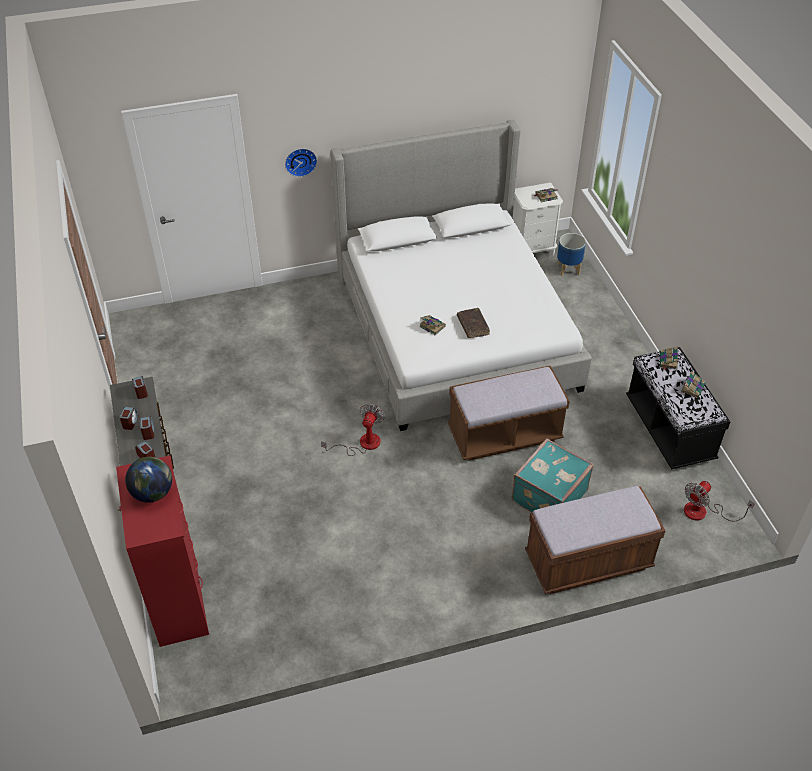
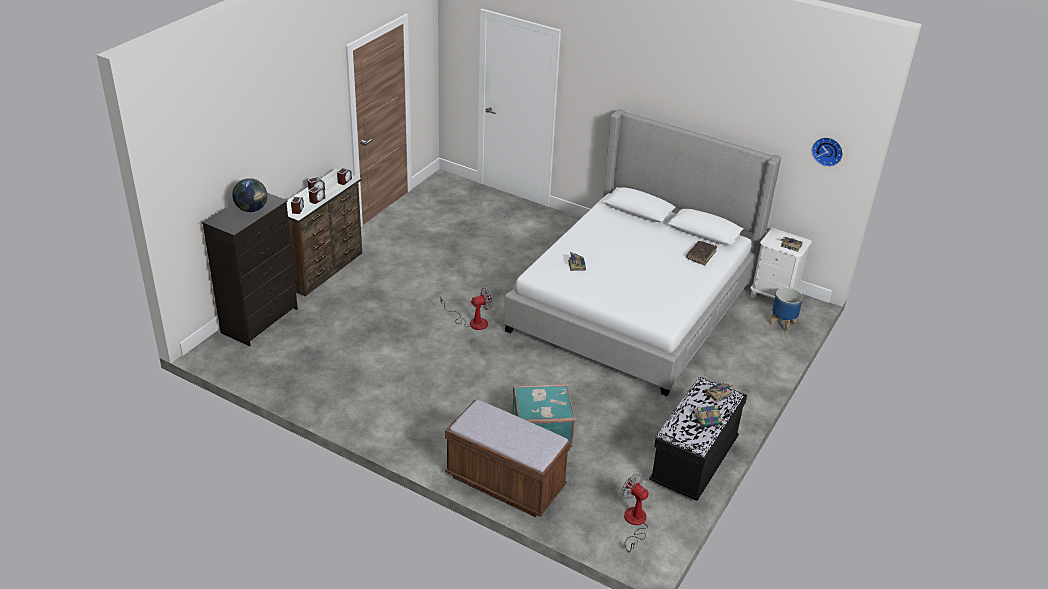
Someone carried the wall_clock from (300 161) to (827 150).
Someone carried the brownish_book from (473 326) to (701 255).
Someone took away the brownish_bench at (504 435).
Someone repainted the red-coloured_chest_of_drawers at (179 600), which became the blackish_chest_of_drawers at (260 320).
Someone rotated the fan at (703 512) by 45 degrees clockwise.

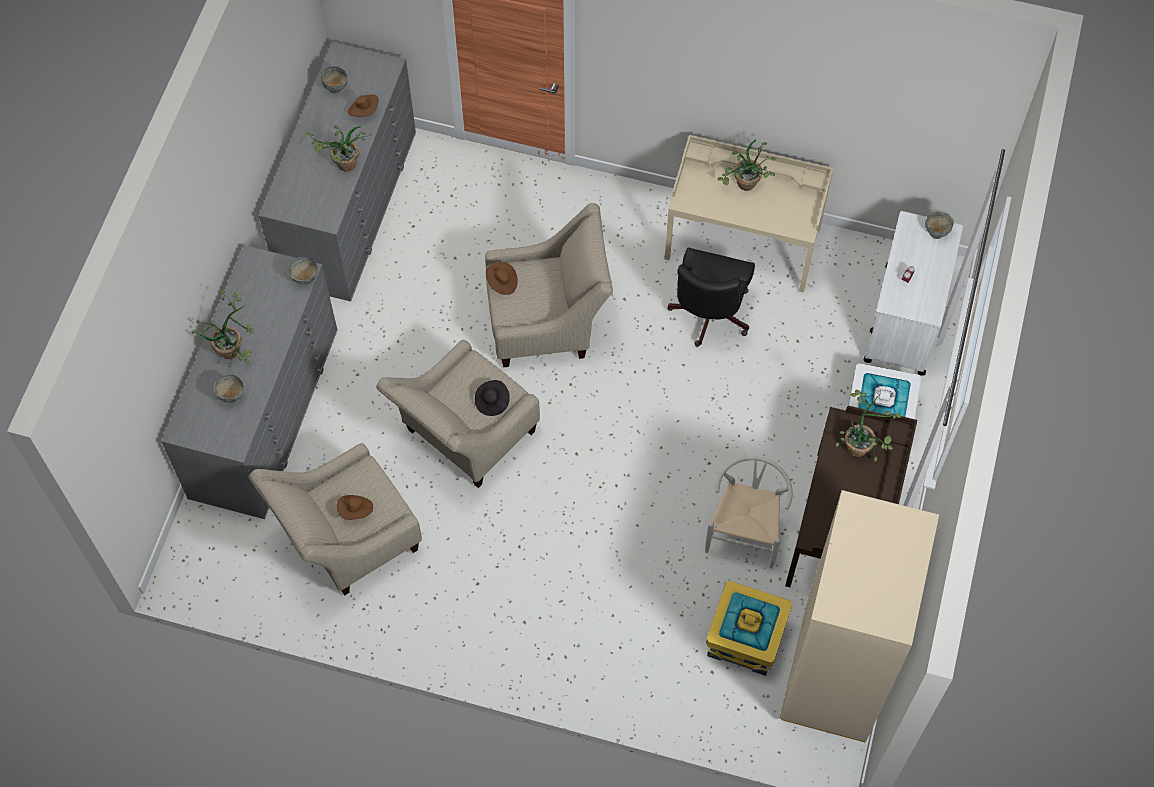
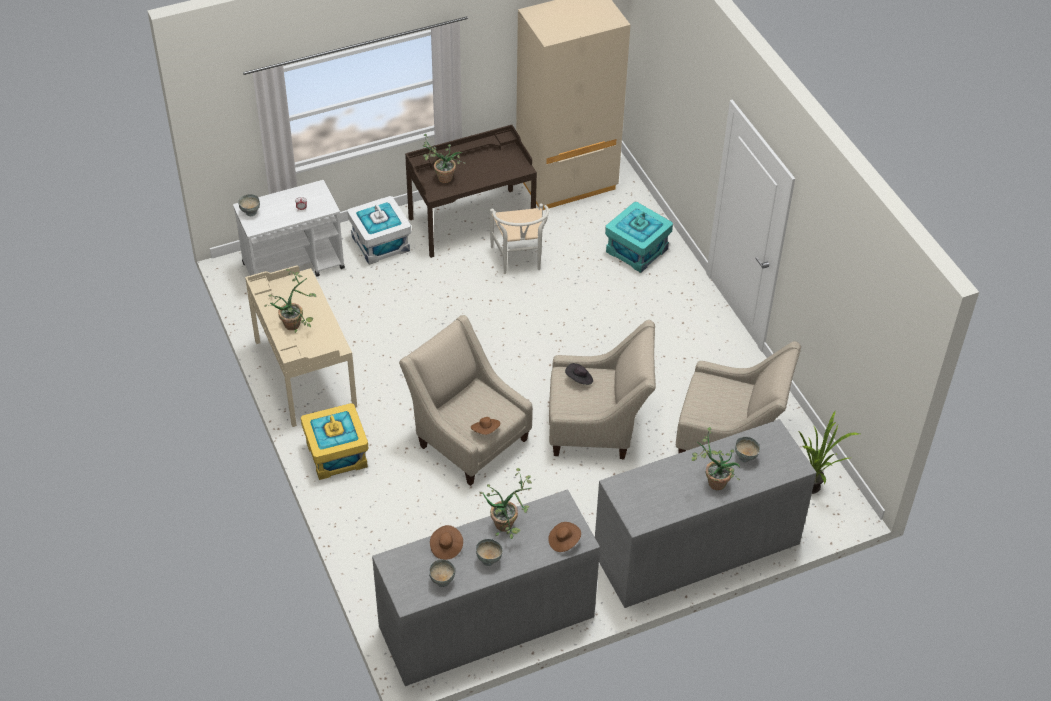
Someone took away the blackish_computer_chair at (708 316).
Someone carried the gray_deep_dish from (305 279) to (489 560).
Someone rotated the whitish_chair at (745 532) by 75 degrees counterclockwise.
Someone carried the brownish_wearable_hat from (356 510) to (563 541).
Someone carried the yellow_storage_box from (746 637) to (336 455).
Someone put down the turquoise-coloured_storage_box at (636 250).
Someone put down the houseplant at (814 490).

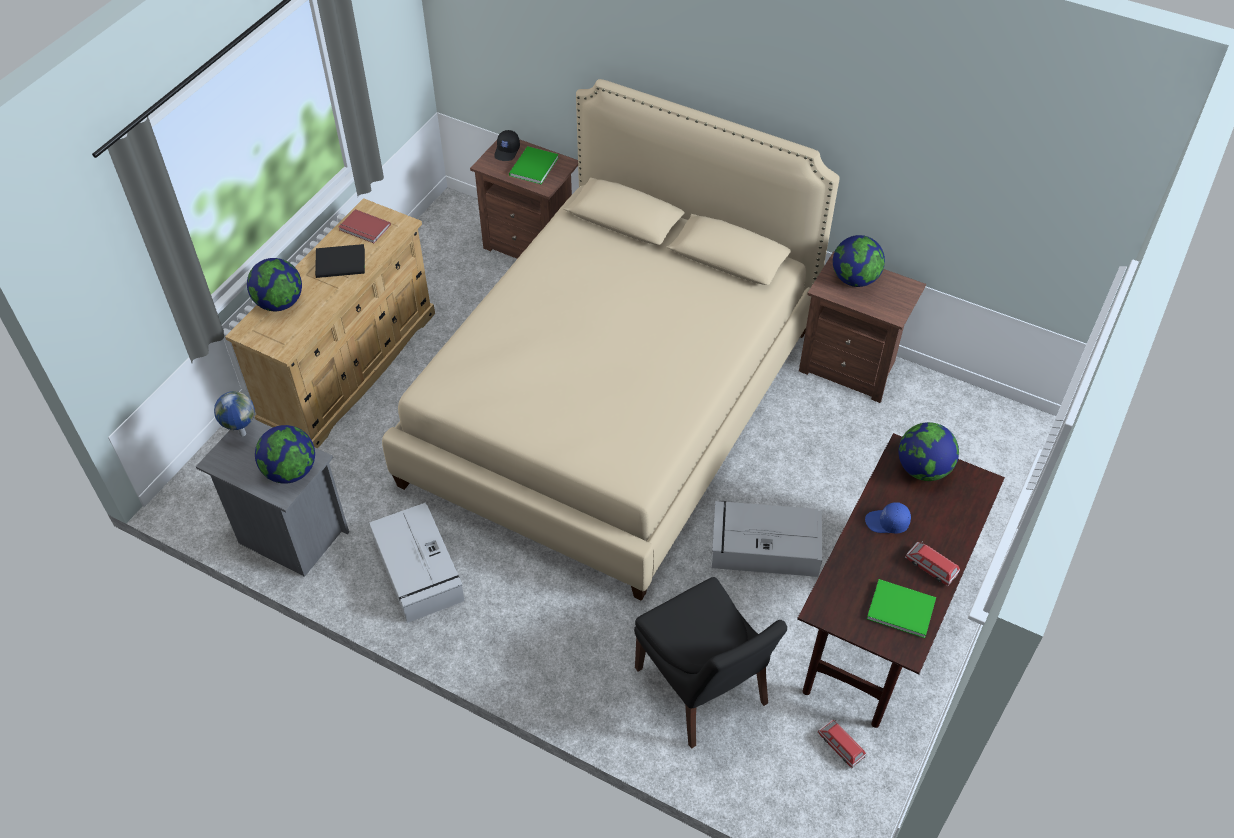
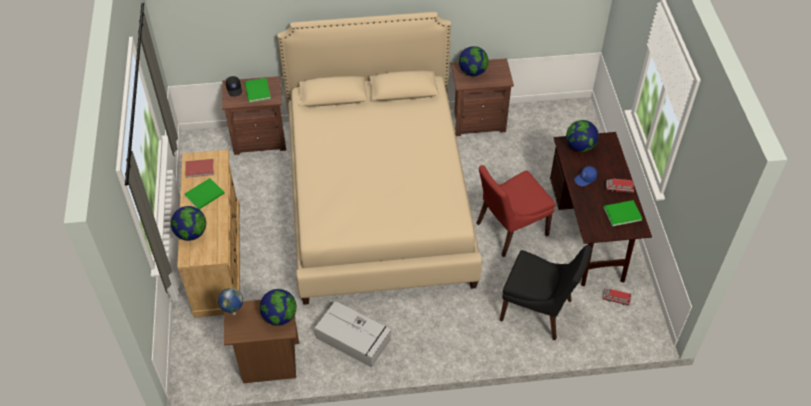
Someone repainted the blackish_book at (342 263), which became the green_book at (206 194).
Someone repainted the gray_bedside_table at (290 536), which became the brownish_bedside_table at (268 363).
Someone swapped the gray_storage_box at (763 547) for the red-coloured_chair at (510 230).

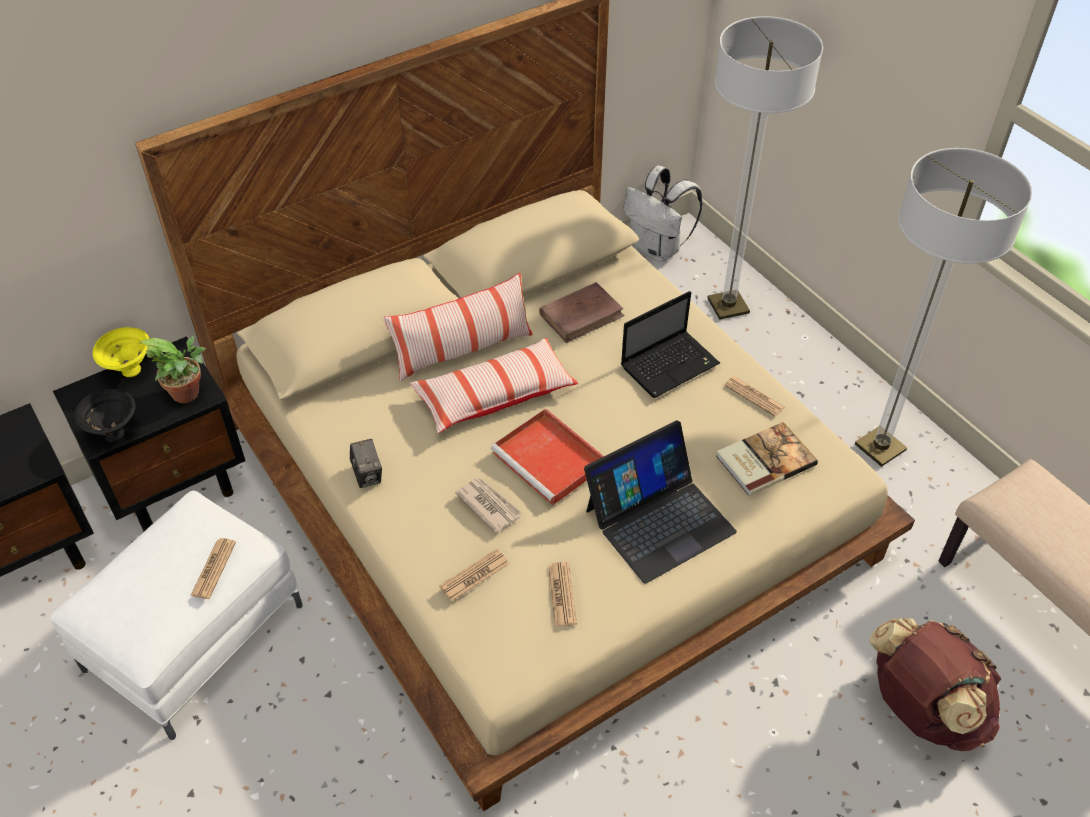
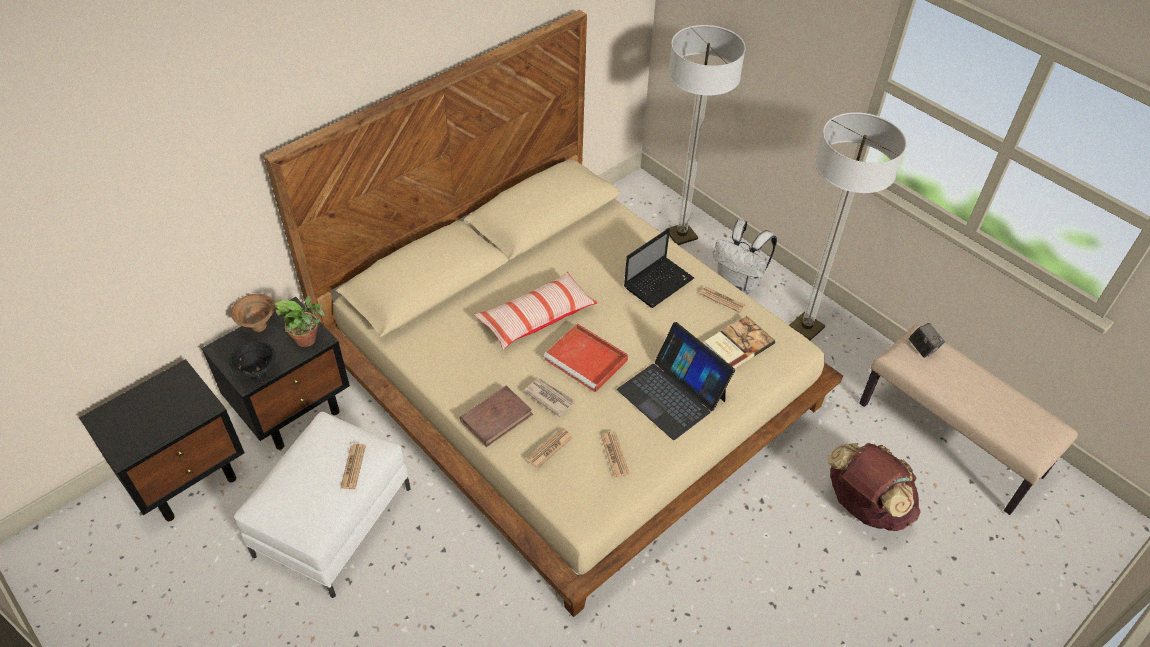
Someone carried the whitish_rucksack from (658 249) to (738 283).
Someone took away the pillow at (462 351).
Someone carried the brownish_book from (581 315) to (496 417).
Someone repainted the yellow_deep_dish at (131 372), which became the brownish_deep_dish at (259 327).
Someone rotated the portable_computer at (659 520) by 90 degrees clockwise.
Someone carried the photo_camera from (368 475) to (922 348).

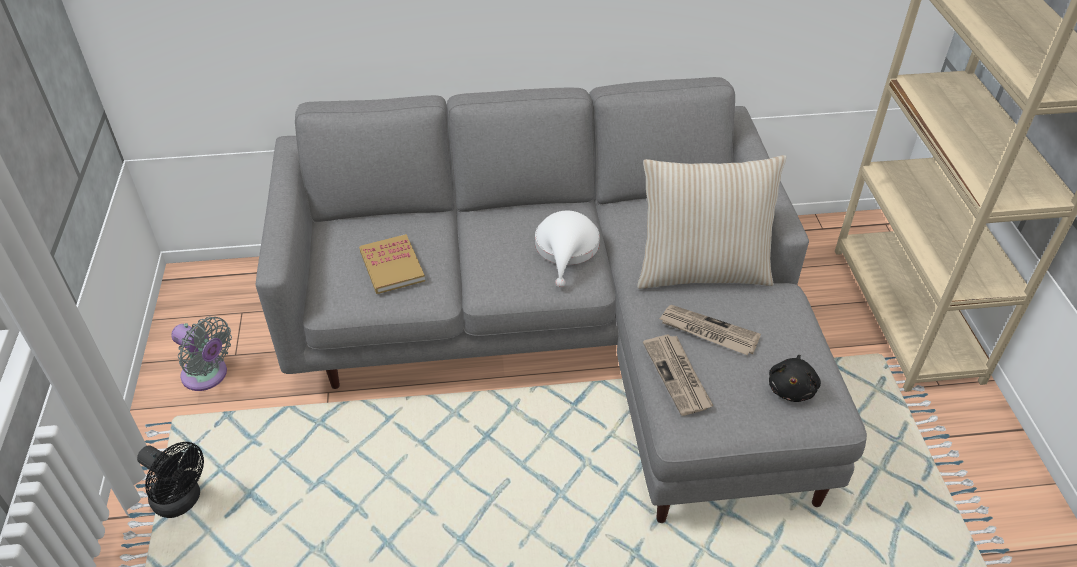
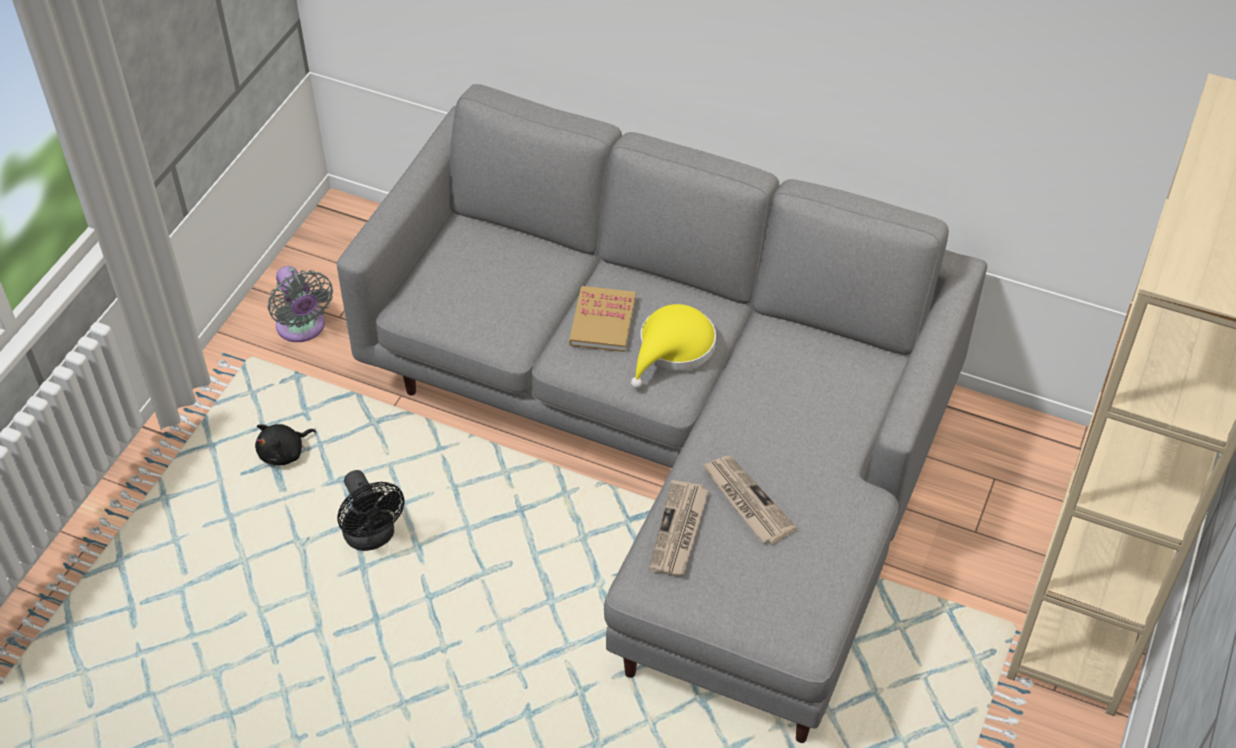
Someone took away the beige-coloured_pillow at (701 271).
Someone repainted the whitish_wearable_hat at (566 249), which became the yellow_wearable_hat at (673 349).
Someone carried the book from (392 266) to (602 321).
Someone carried the blackish_soft_toy from (791 388) to (284 453).
Someone carried the blackish_fan from (182 501) to (372 537).

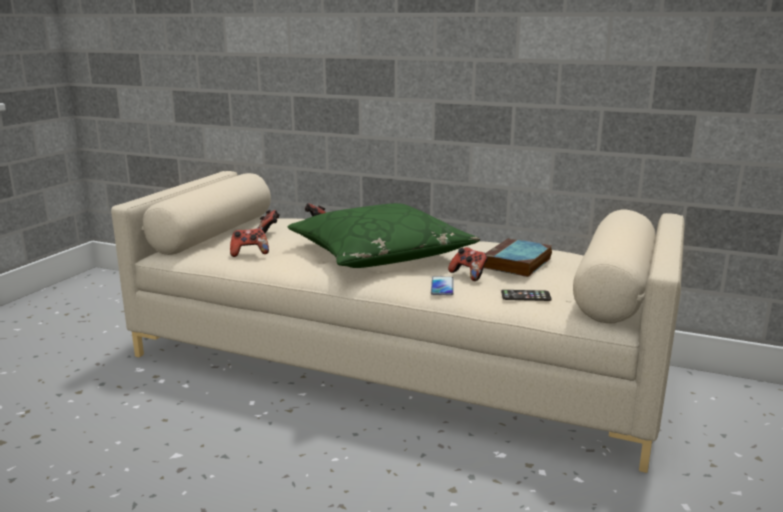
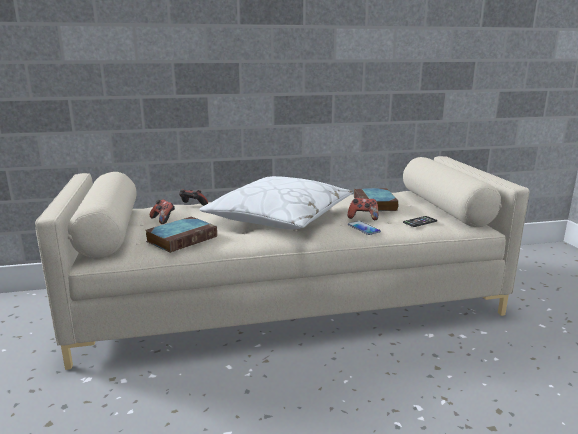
Someone repainted the green_pillow at (380 254), which became the whitish_pillow at (279 217).
Someone swapped the game_controller at (249 253) for the book at (182 238).

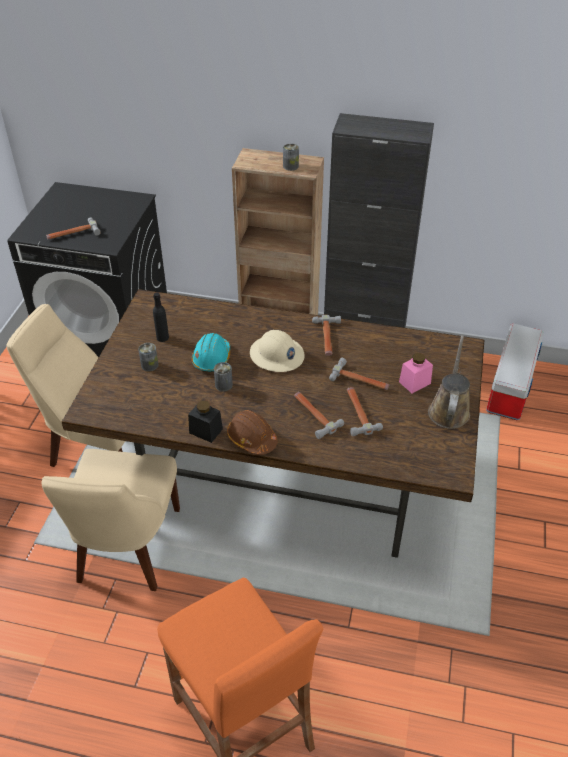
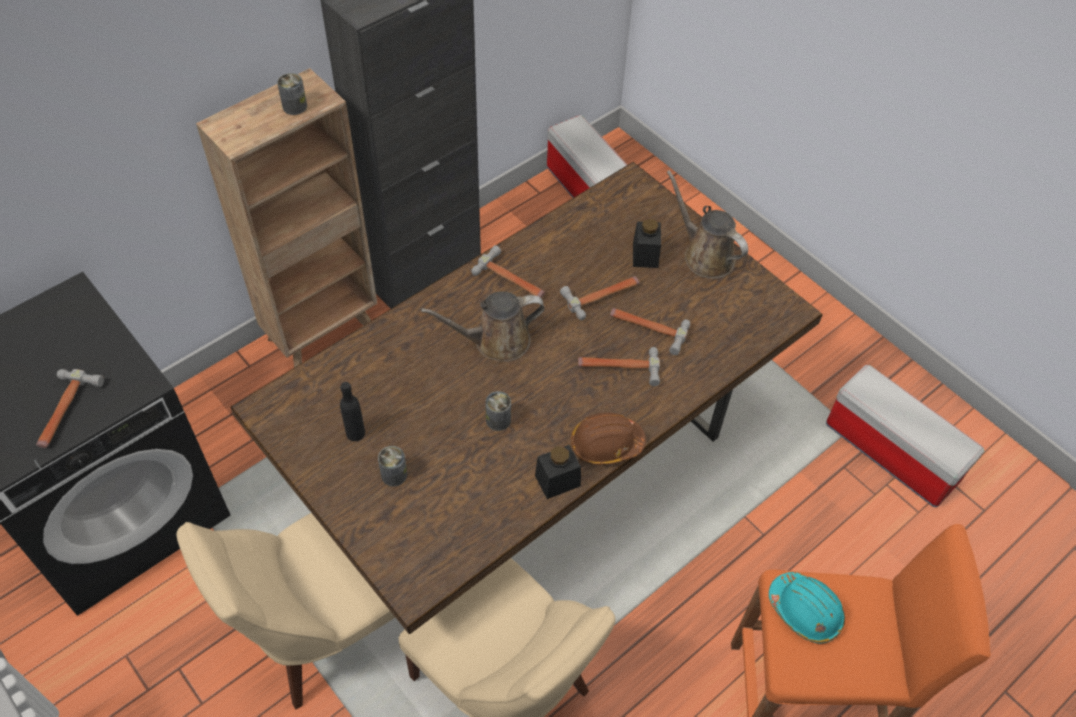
Someone swapped the beige-coloured_work_helmet at (276 355) for the brownish_watering_can at (496 341).
Someone carried the turquoise-coloured_work_helmet from (212 358) to (805 611).
Someone repainted the pink_storage_jar at (414 382), which became the blackish_storage_jar at (645 255).
Someone put down the storage_box at (889 452).

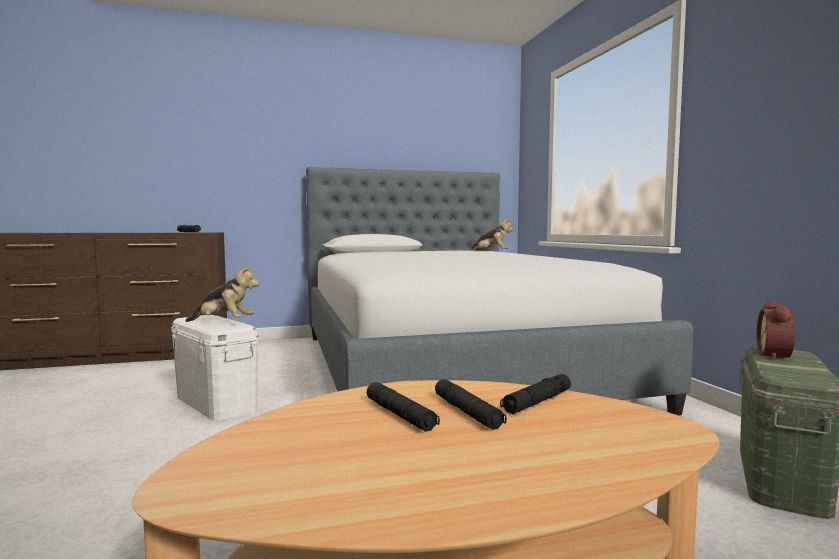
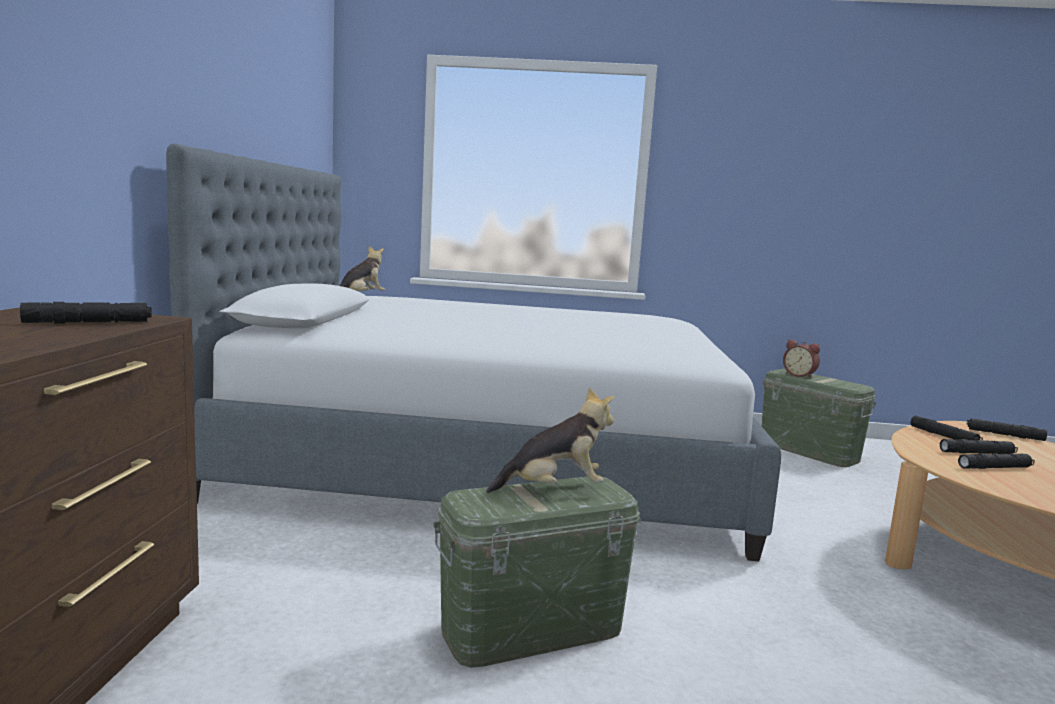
Someone rotated the soft_toy at (223 322) by 45 degrees clockwise.
Someone repainted the whitish_storage_box at (215 402), which became the green_storage_box at (532 630).
Someone put down the blackish_torch at (1004 435).

